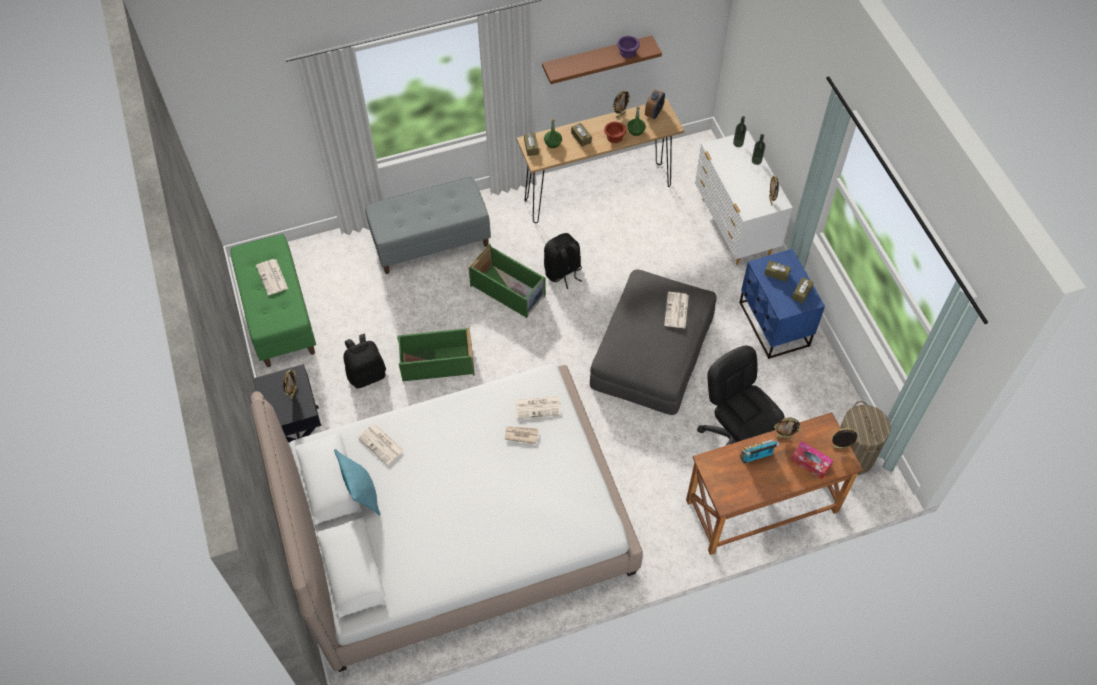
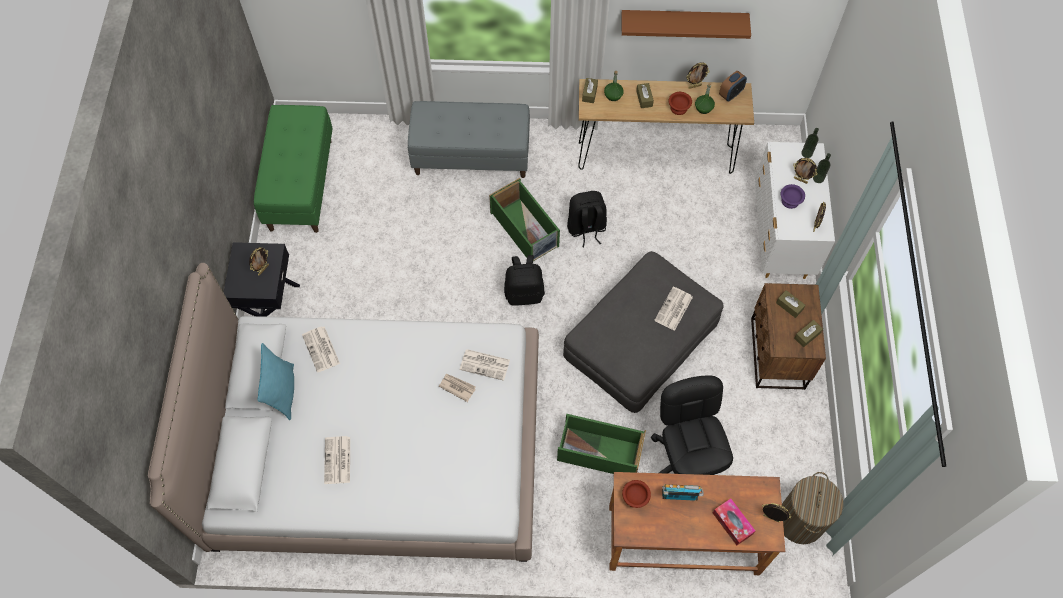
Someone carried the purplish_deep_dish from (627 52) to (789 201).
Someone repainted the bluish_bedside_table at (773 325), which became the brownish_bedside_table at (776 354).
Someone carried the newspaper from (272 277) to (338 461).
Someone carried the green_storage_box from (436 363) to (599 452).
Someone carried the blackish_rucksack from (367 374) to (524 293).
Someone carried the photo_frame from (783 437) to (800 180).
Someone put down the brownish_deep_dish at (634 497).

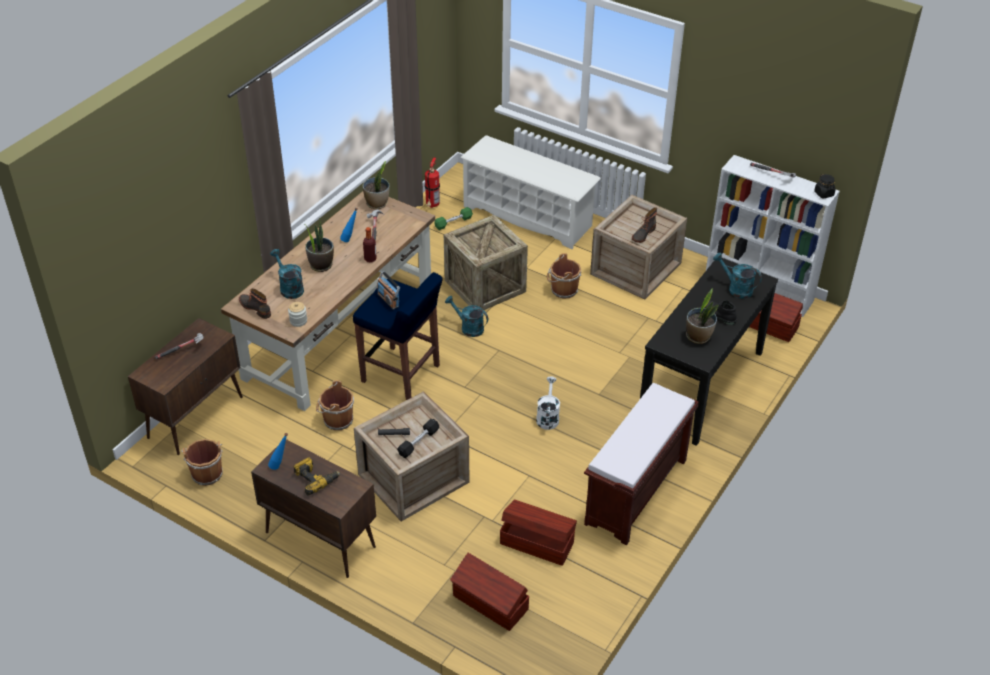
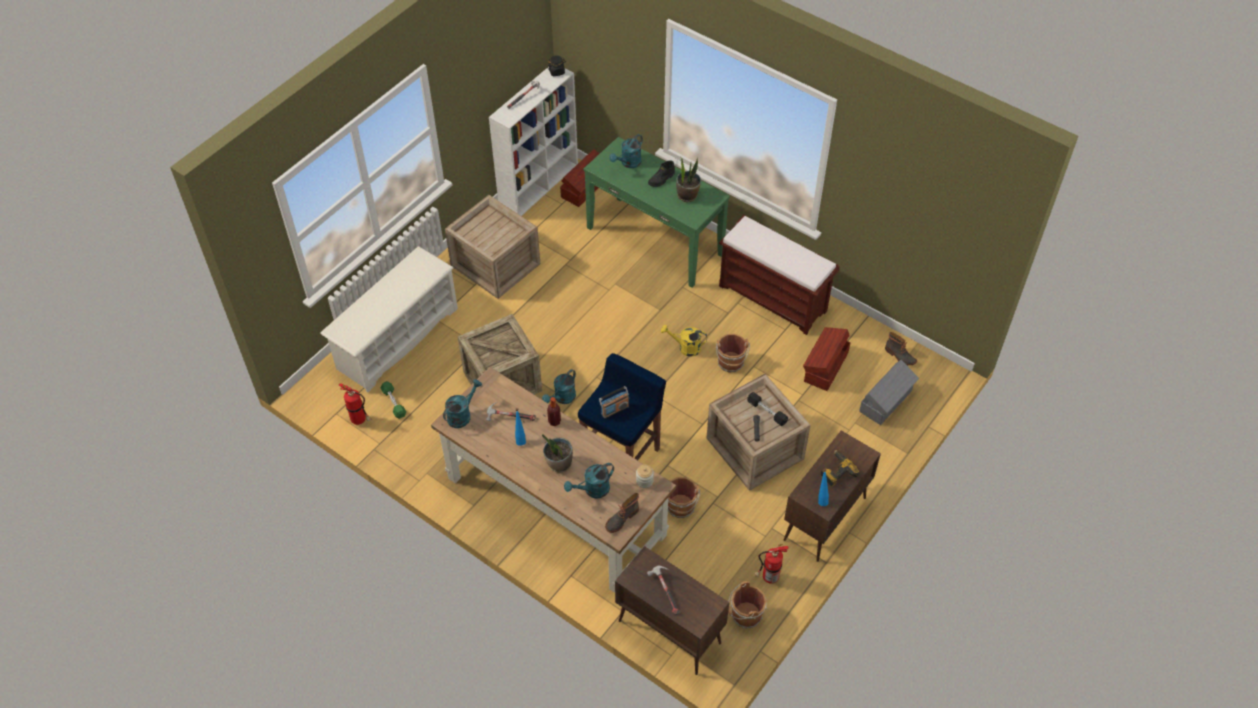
Someone swapped the houseplant at (377 204) for the turquoise-coloured_watering_can at (462 415).
Someone carried the tall_boot from (643 234) to (900 356).
Someone carried the brownish_bucket from (563 290) to (731 363).
Someone repainted the blackish_console_table at (702 385), which became the green_console_table at (655 240).
Someone repainted the whitish_watering_can at (547 417), which became the yellow_watering_can at (685 347).
Someone repainted the brownish_storage_box at (490 603), which became the gray_storage_box at (886 401).
Someone put down the fire_extinguisher at (768 578).

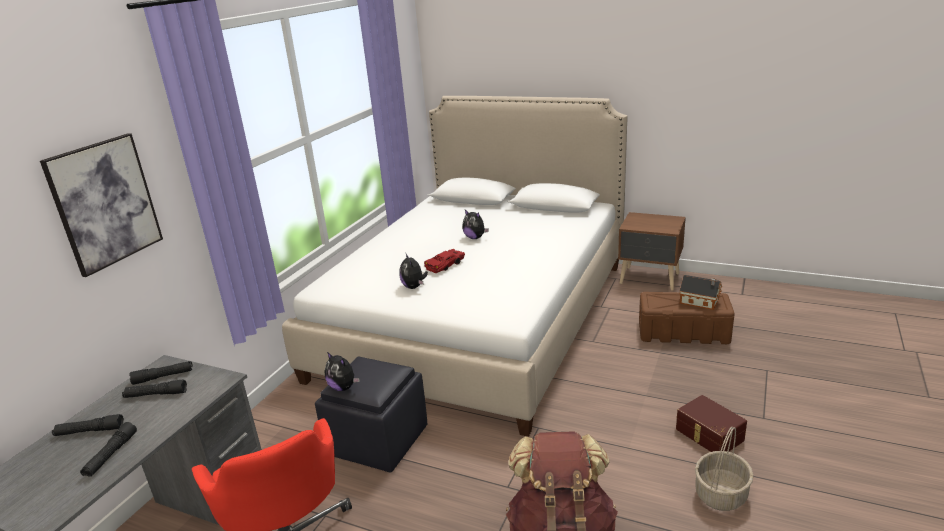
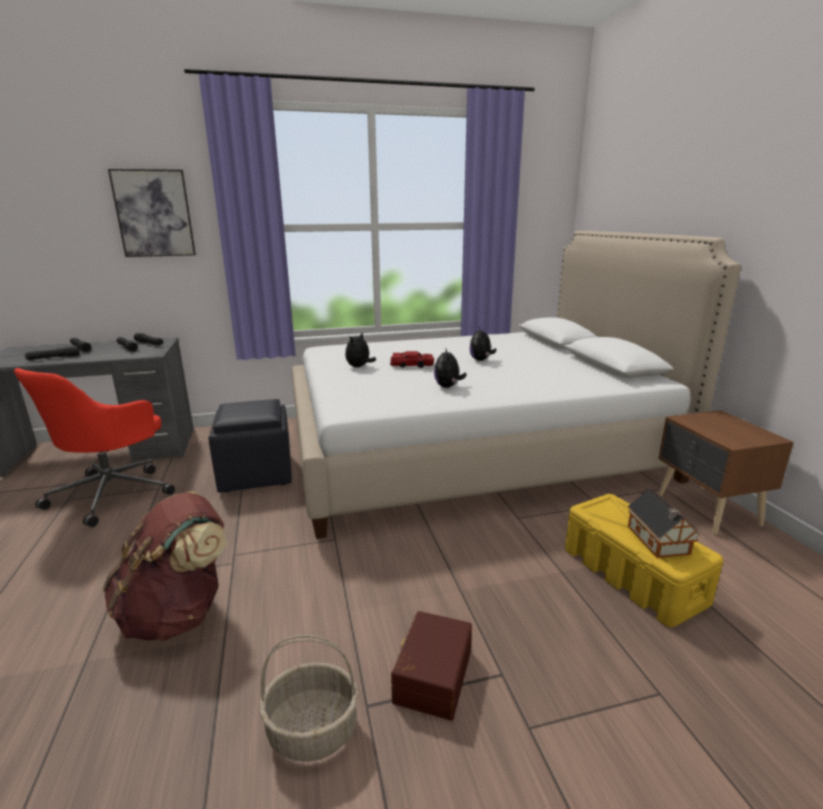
Someone repainted the brownish_storage_box at (684 332), which became the yellow_storage_box at (633 576).
Someone carried the soft_toy from (343 387) to (448 387).

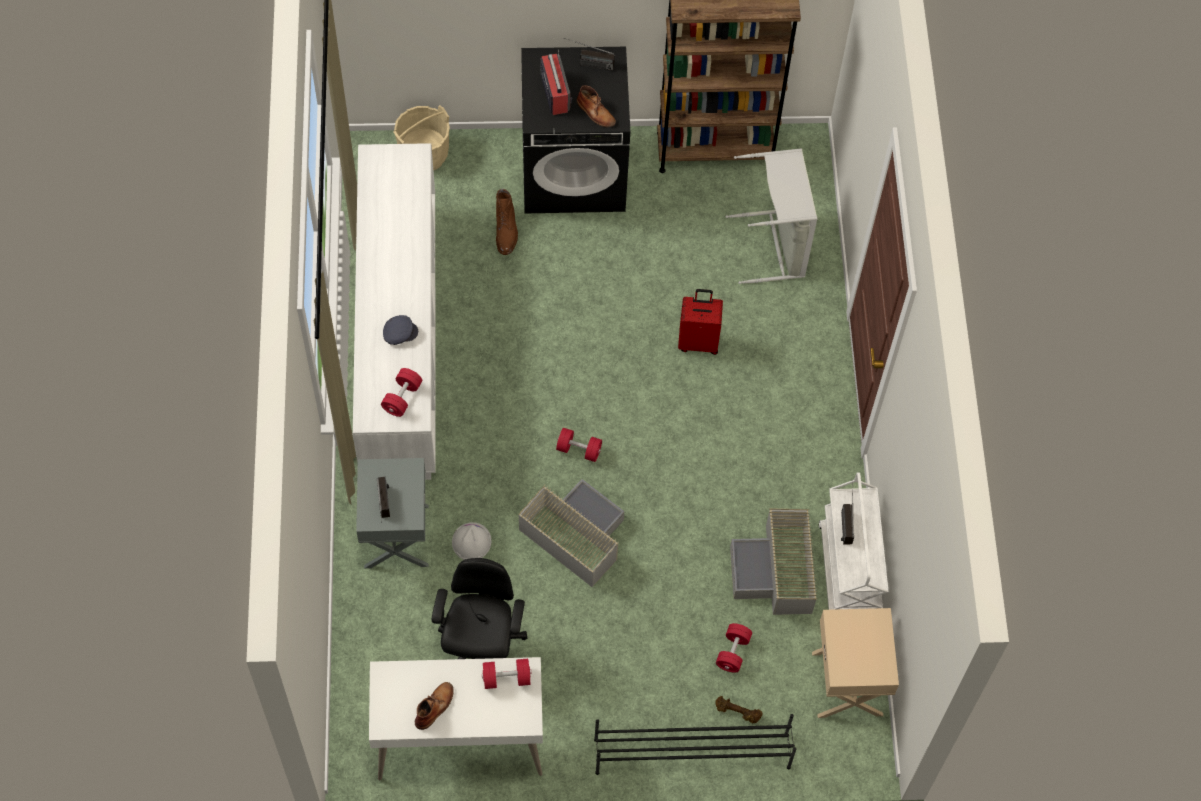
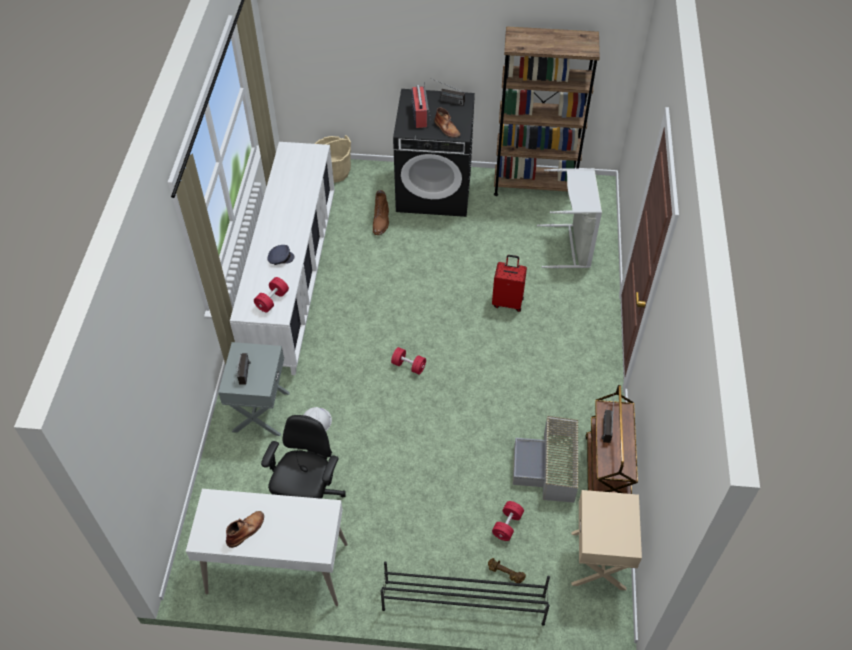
Someone repainted the whitish_wheeled_cart at (847 576), which became the brownish_wheeled_cart at (605 476).
Someone took away the gray_storage_box at (574 535).
Someone took away the red-coloured_hand_weight at (506 678).

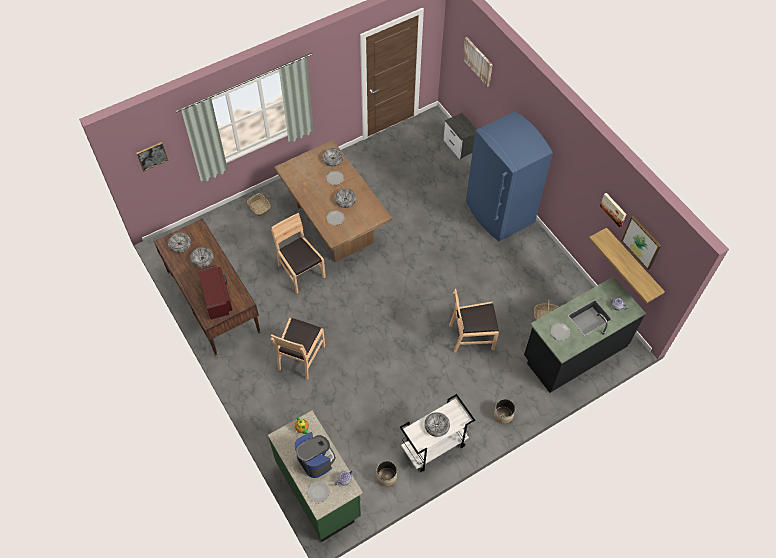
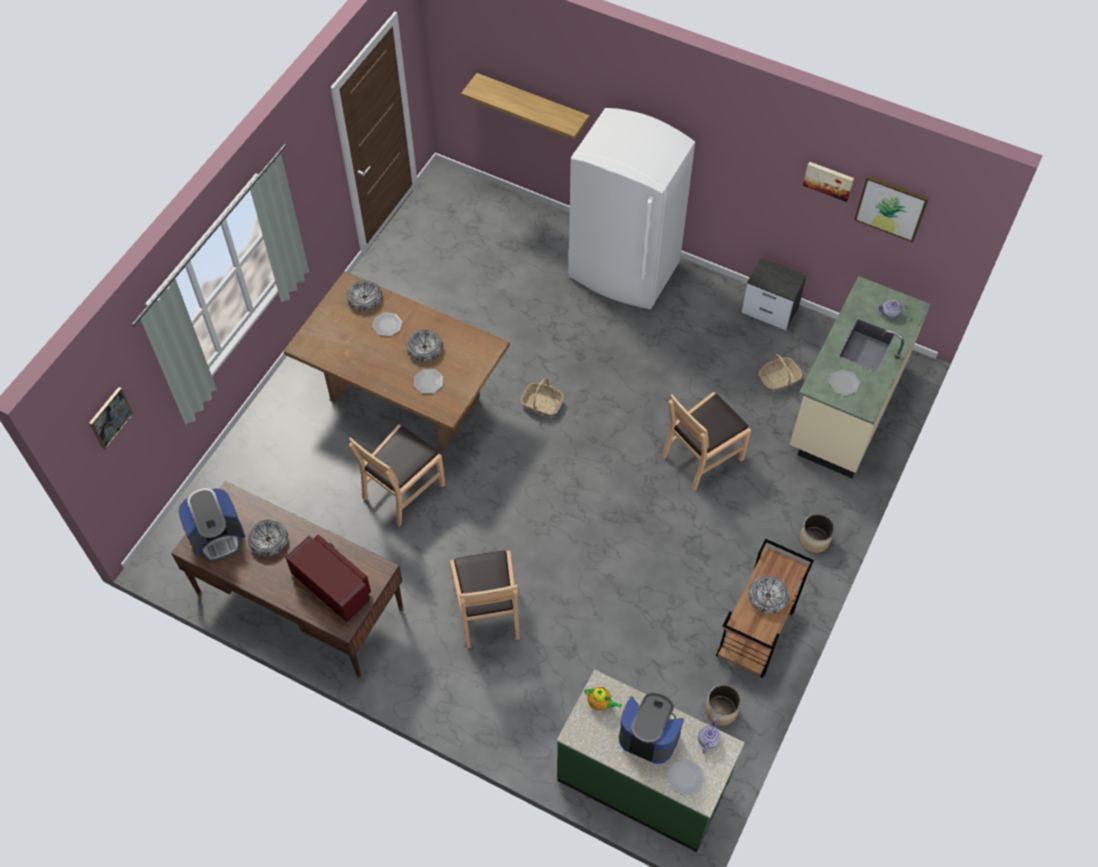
Someone took away the wall_picture at (478 61).
Someone repainted the bluish_fridge at (499 213), which became the whitish_fridge at (624 271).
Someone carried the bedside_table from (459 146) to (770 310).
Someone carried the storage_basket from (259 207) to (542 404).
Someone rotated the brownish_chair at (301 272) by 75 degrees counterclockwise.
Someone carried the shelf from (632 263) to (532 103).
Someone swapped the deep_dish at (180 244) for the coffee_maker at (217 537).
Someone repainted the blackish_kitchen_base_unit at (574 351), which became the beige-coloured_kitchen_base_unit at (845 406).
Someone repainted the whitish_wheeled_cart at (433 447), which became the brownish_wheeled_cart at (755 634).

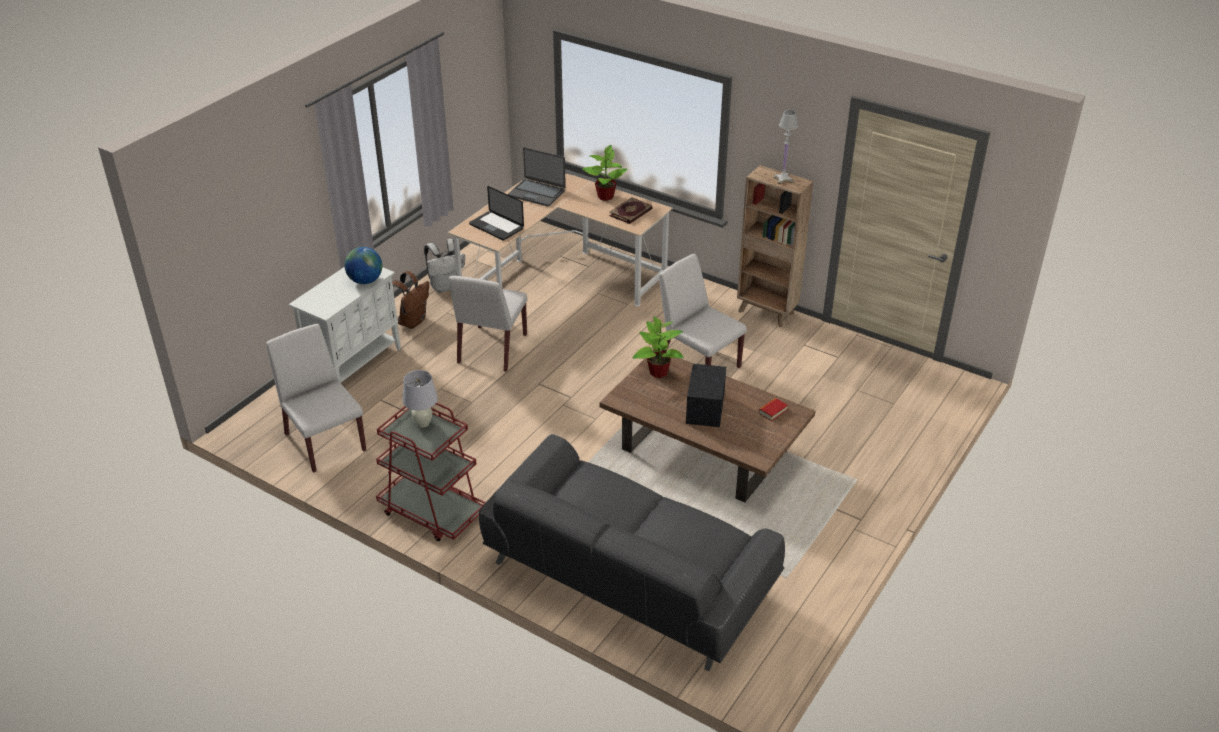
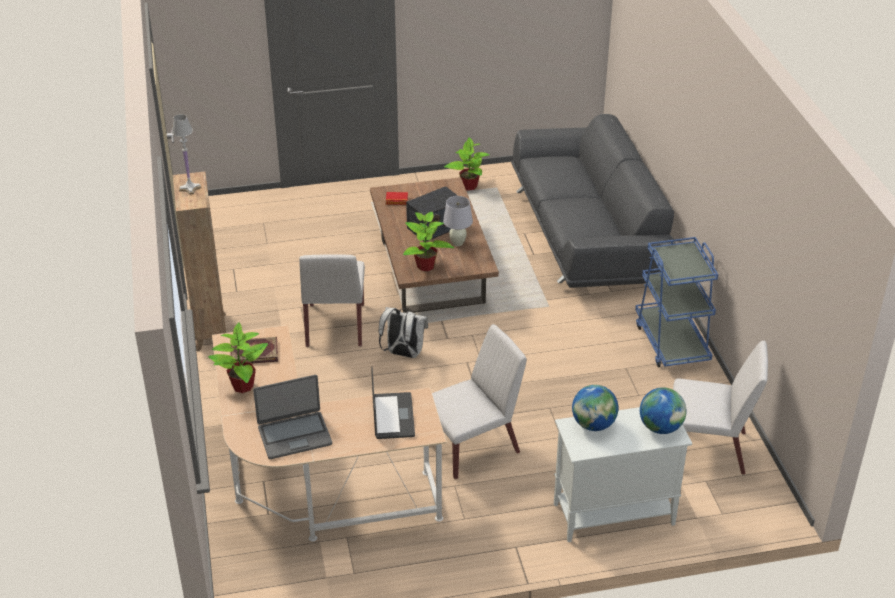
Someone rotated the portable_computer at (537 193) by 90 degrees clockwise.
Someone carried the whitish_rucksack from (446 286) to (403 353).
Someone took away the brownish_rucksack at (412 321).
Someone rotated the whitish_chair at (324 441) by 90 degrees counterclockwise.
Someone carried the whitish_table_lamp from (423 423) to (457 243).
Someone repainted the red-coloured_wheeled_cart at (432 512), which became the bluish_wheeled_cart at (671 342).
Someone put down the houseplant at (469 186).
Someone put down the world_globe at (660 427).

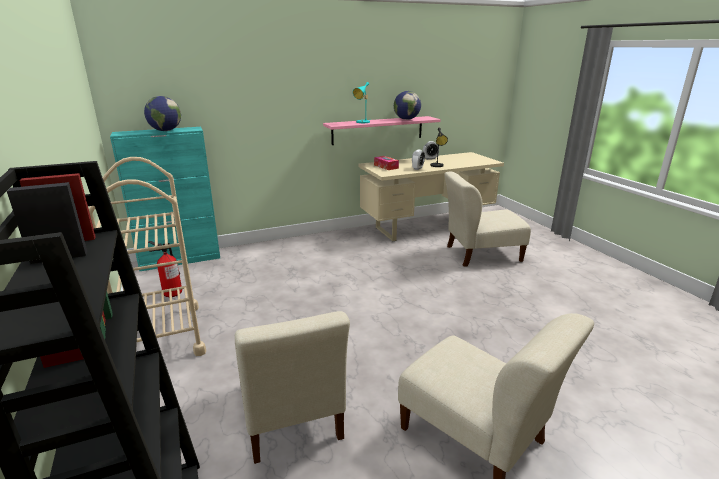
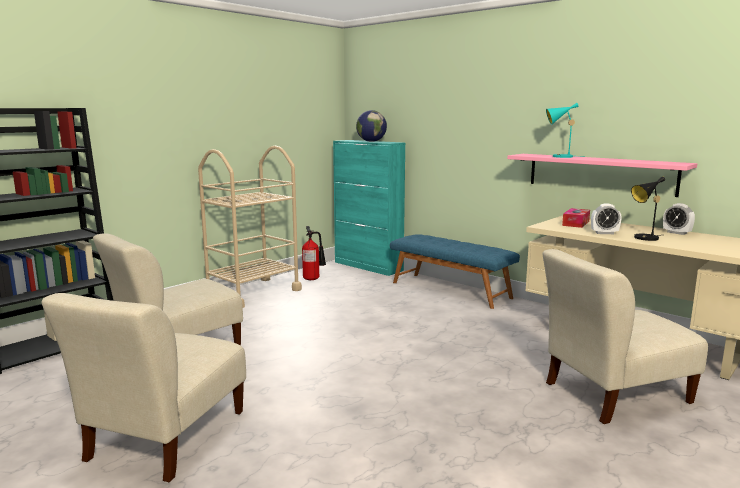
Someone took away the world_globe at (406 119).
Someone rotated the beige-coloured_chair at (480 254) by 75 degrees counterclockwise.
Someone put down the bluish_bench at (451 290).

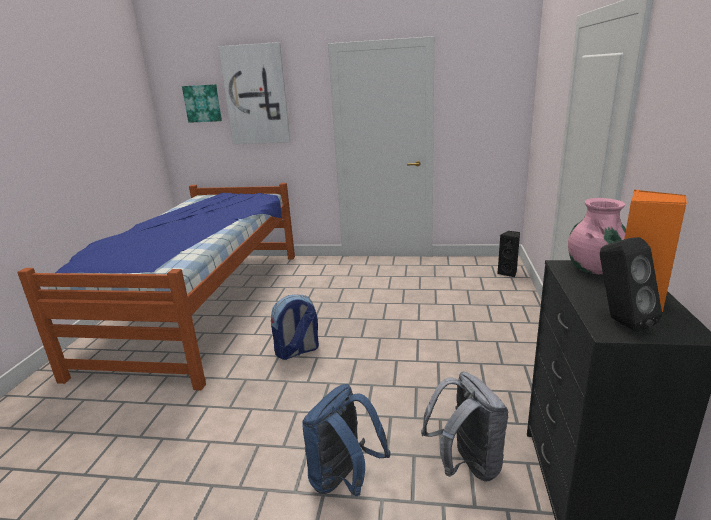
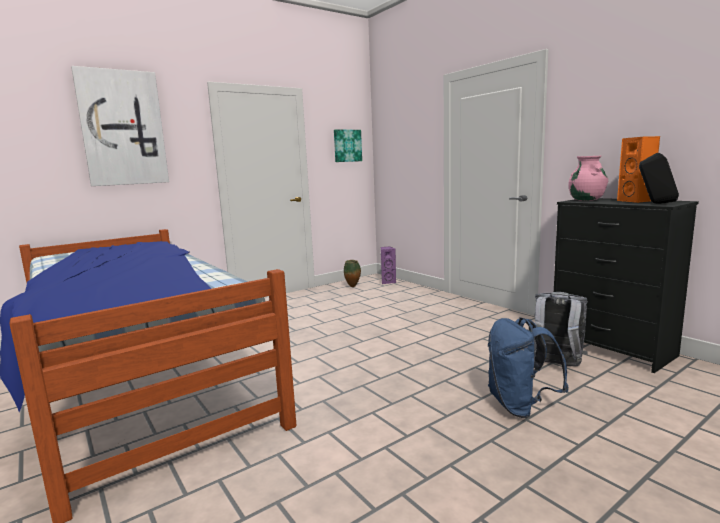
Someone carried the wall_picture from (202 103) to (347 145).
Someone repainted the blackish_audio_speaker at (508 273), which became the purplish_audio_speaker at (388 282).
Someone took away the rucksack at (297 351).
Someone put down the decorative_vase at (353 286).

